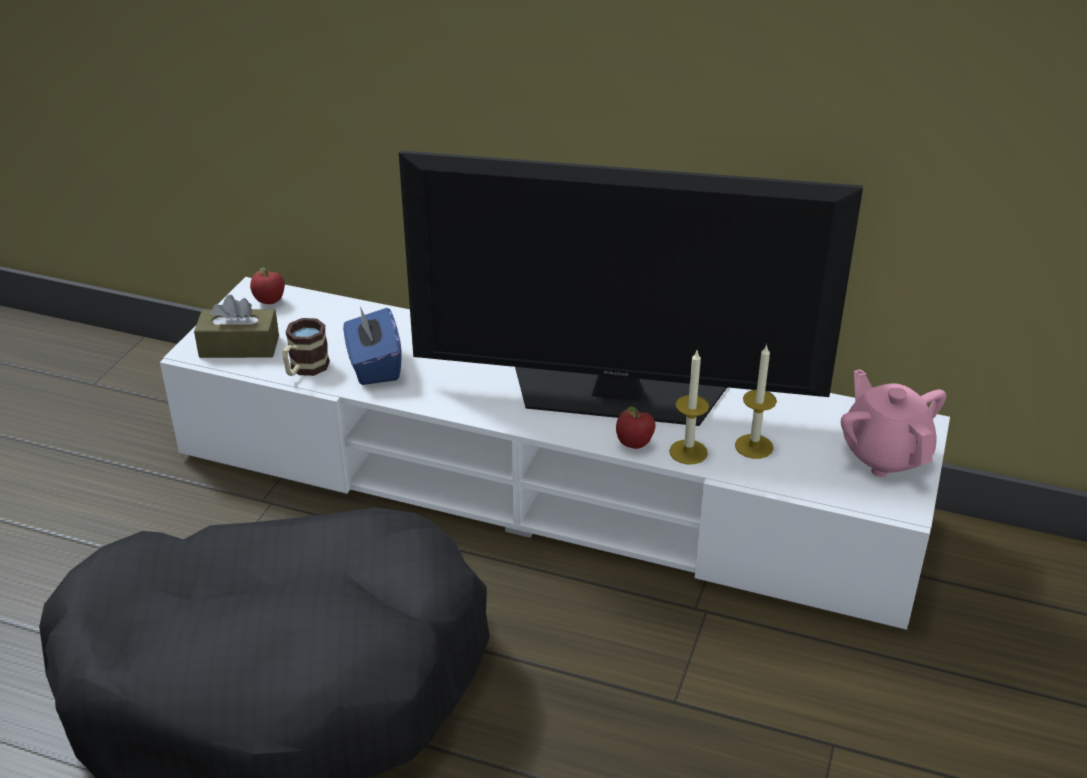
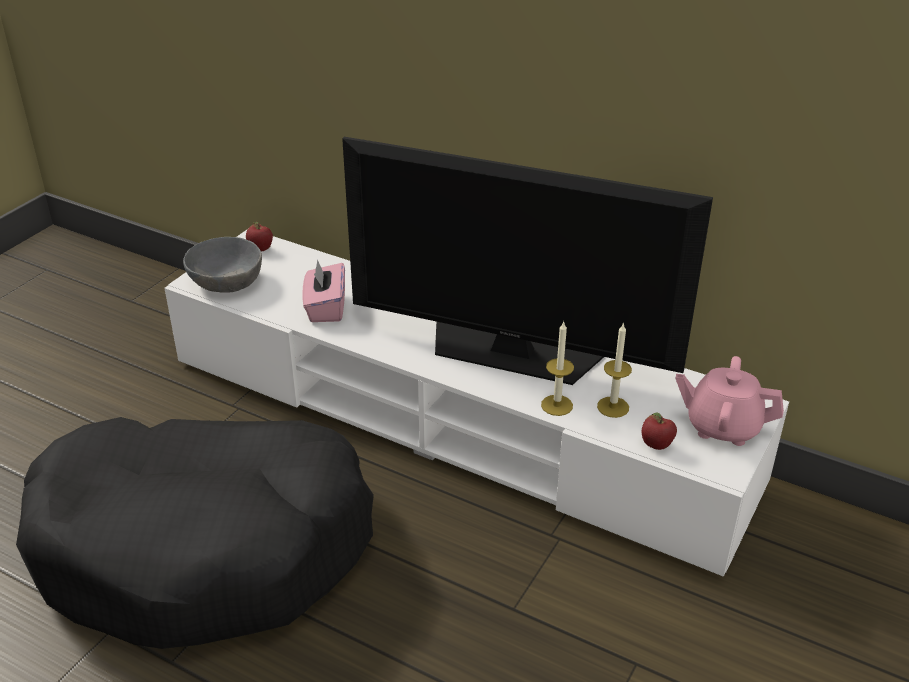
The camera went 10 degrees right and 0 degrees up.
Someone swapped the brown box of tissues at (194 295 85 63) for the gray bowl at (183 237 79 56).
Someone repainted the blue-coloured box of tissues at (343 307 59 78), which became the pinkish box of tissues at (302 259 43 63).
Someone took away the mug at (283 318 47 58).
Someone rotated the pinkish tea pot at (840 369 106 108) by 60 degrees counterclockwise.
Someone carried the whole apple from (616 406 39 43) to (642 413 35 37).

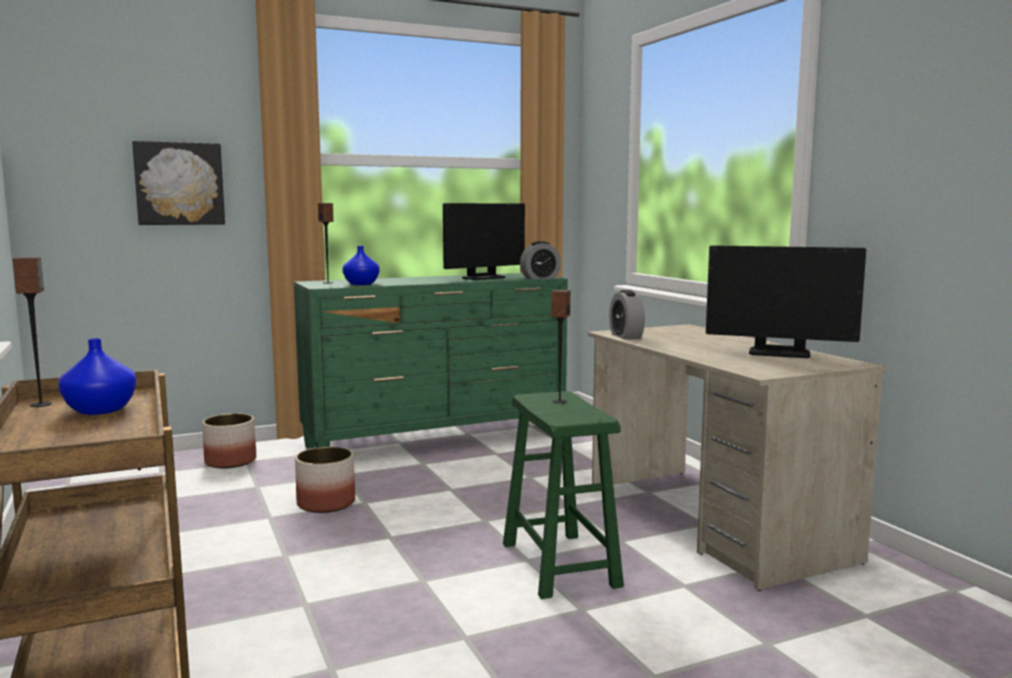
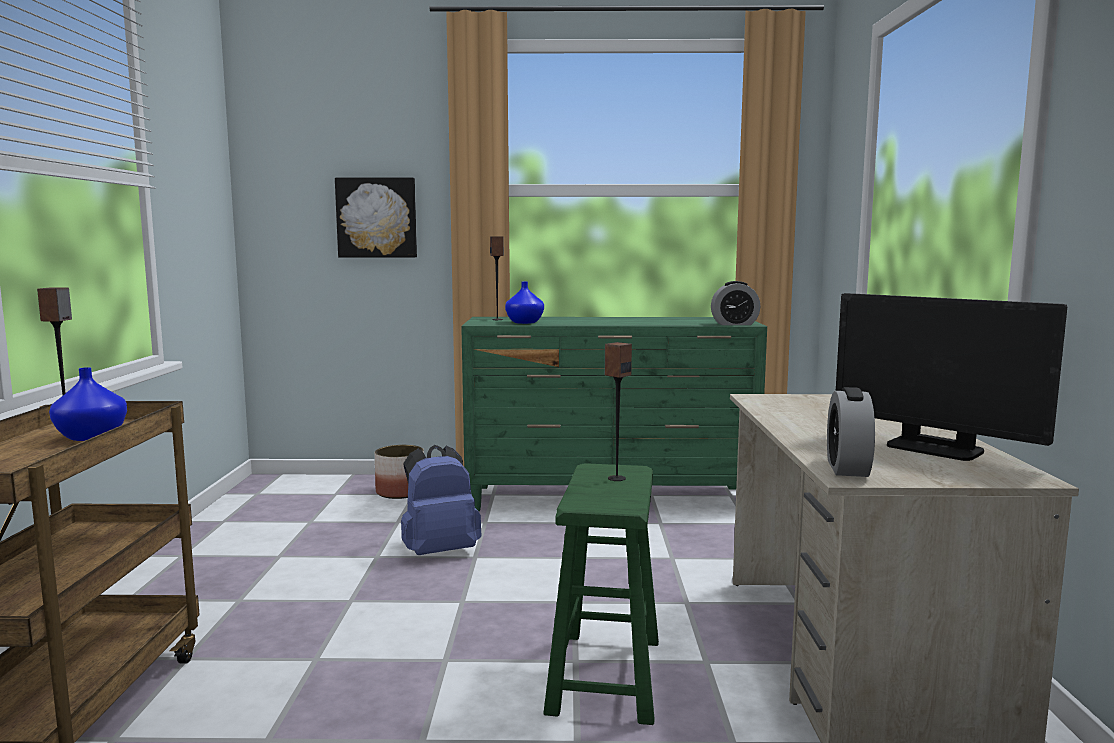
The camera went 25 degrees right and 0 degrees up.
Someone took away the computer display at (443 203 82 77).
Someone carried the table clock from (609 290 36 49) to (827 387 48 90).
Someone swapped the plant pot at (295 447 60 66) for the blue-coloured backpack at (401 445 81 110).

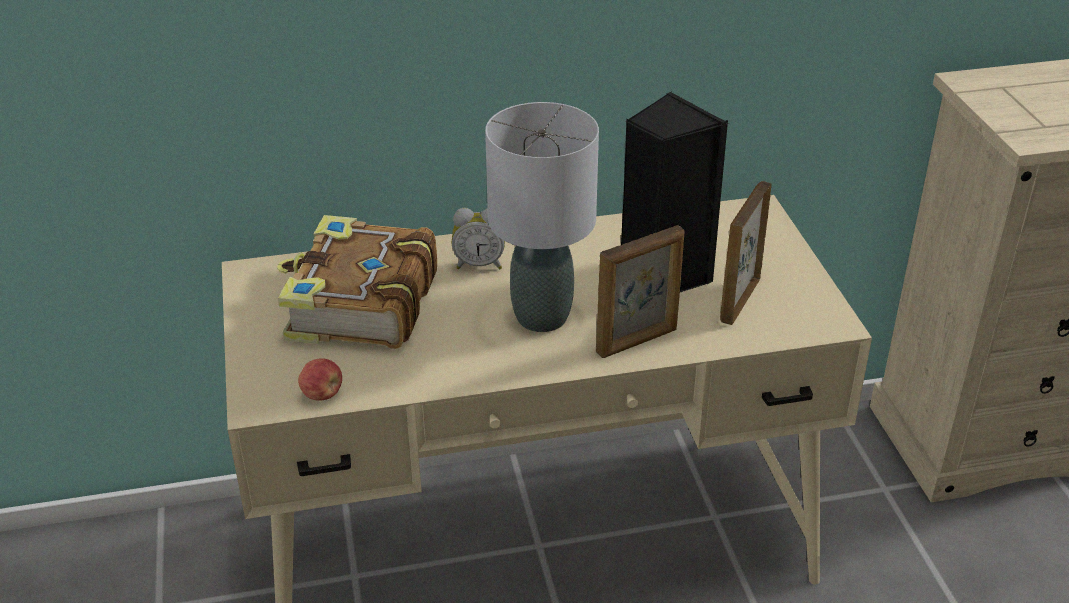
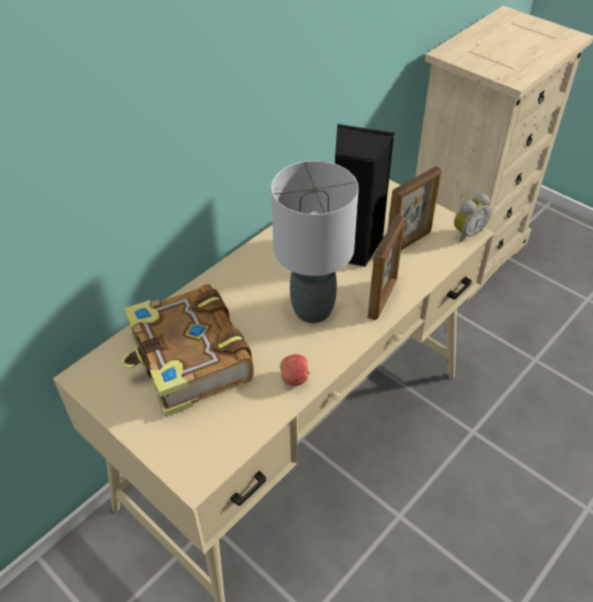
The camera went 35 degrees left and 10 degrees up.
Someone rotated the picture frame at (720 181 52 144) by 120 degrees counterclockwise.
Someone carried the table clock from (451 208 54 61) to (454 193 37 49).
Someone carried the whole apple from (298 358 44 43) to (280 354 30 32).

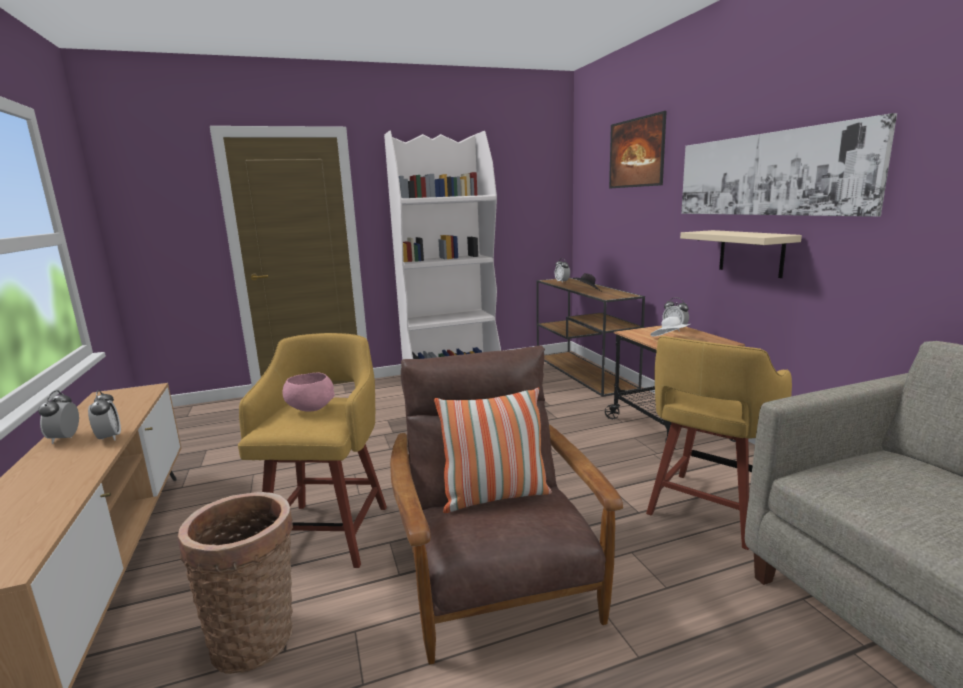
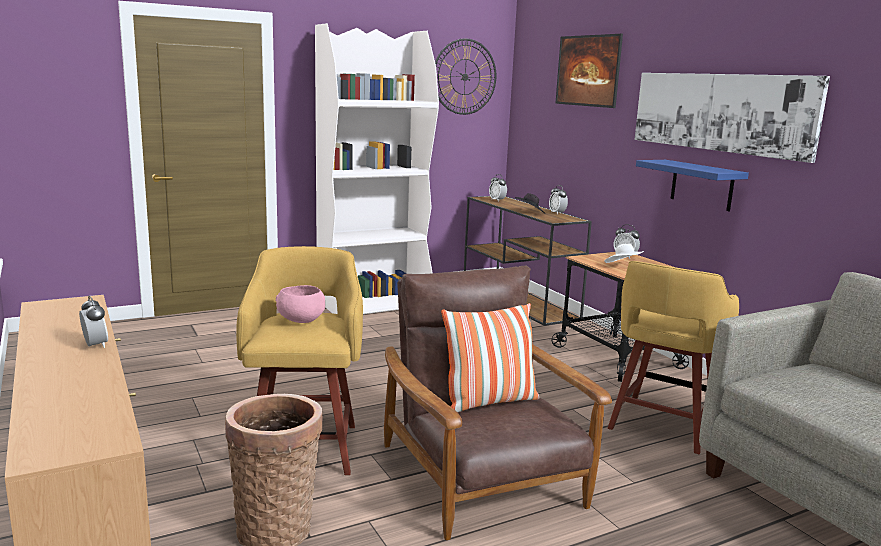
The camera went 10 degrees left and 0 degrees up.
Someone repainted the sand-coloured shelf at (680 230 122 48), which became the blue-coloured shelf at (636 160 113 51).
Someone carried the table clock from (38 390 41 54) to (549 185 19 30).
Someone put up the clock on the wall at (435 38 61 77).

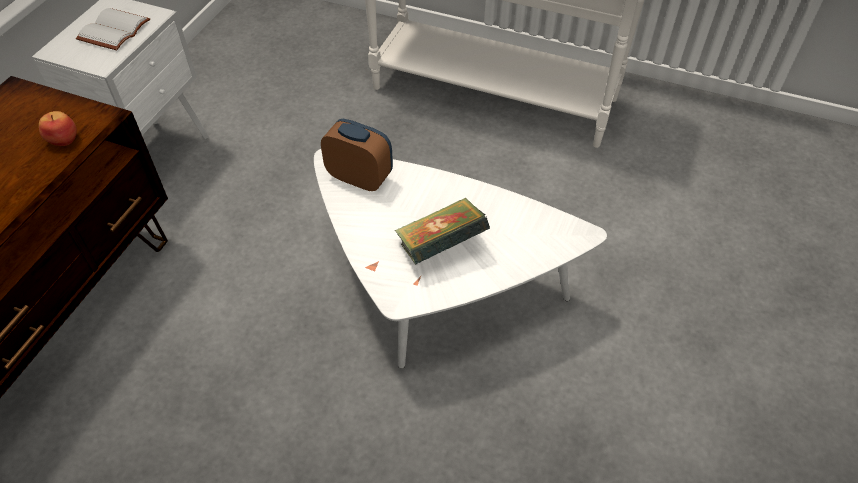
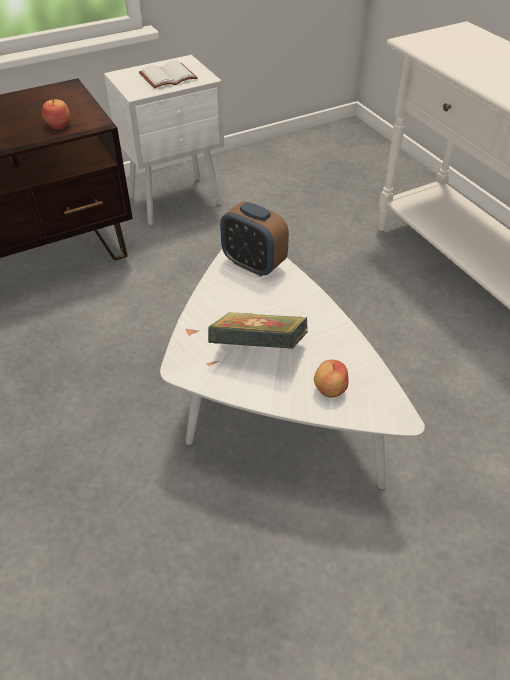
The camera went 40 degrees right and 5 degrees down.
Someone rotated the table clock at (321 119 72 72) by 150 degrees clockwise.
Someone put down the whole apple at (314 360 34 37).

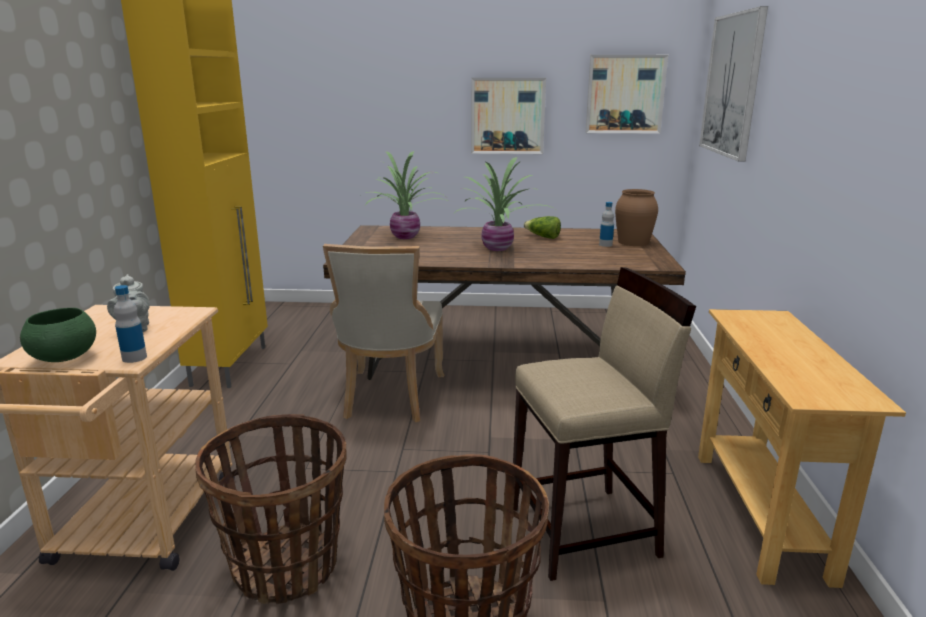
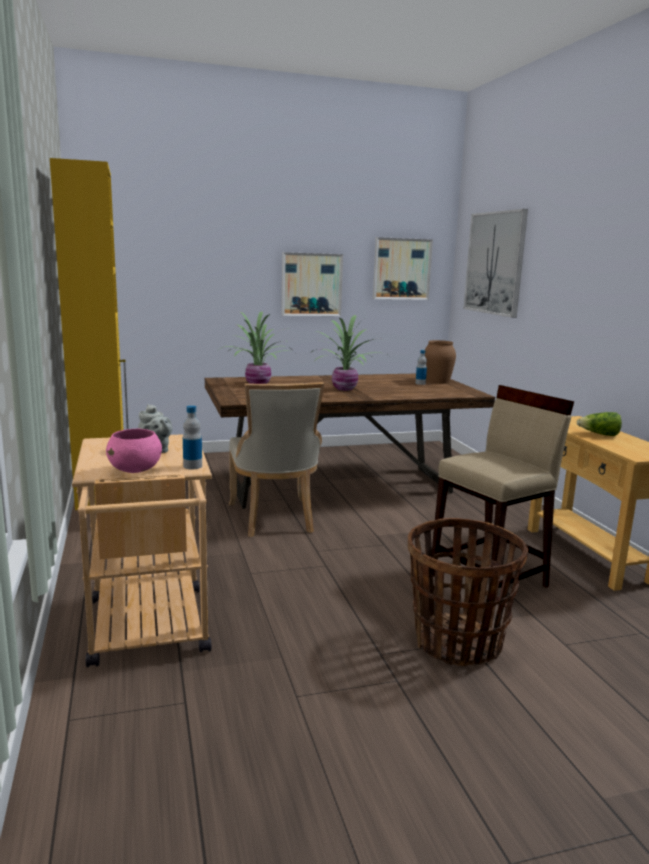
The camera went 20 degrees left and 5 degrees down.
Someone carried the lettuce head from (524 216 37 23) to (577 412 45 24).
Someone repainted the green-coloured bowl at (20 308 76 54), which became the pinkish bowl at (106 428 56 45).
Someone took away the basket at (195 414 152 190).

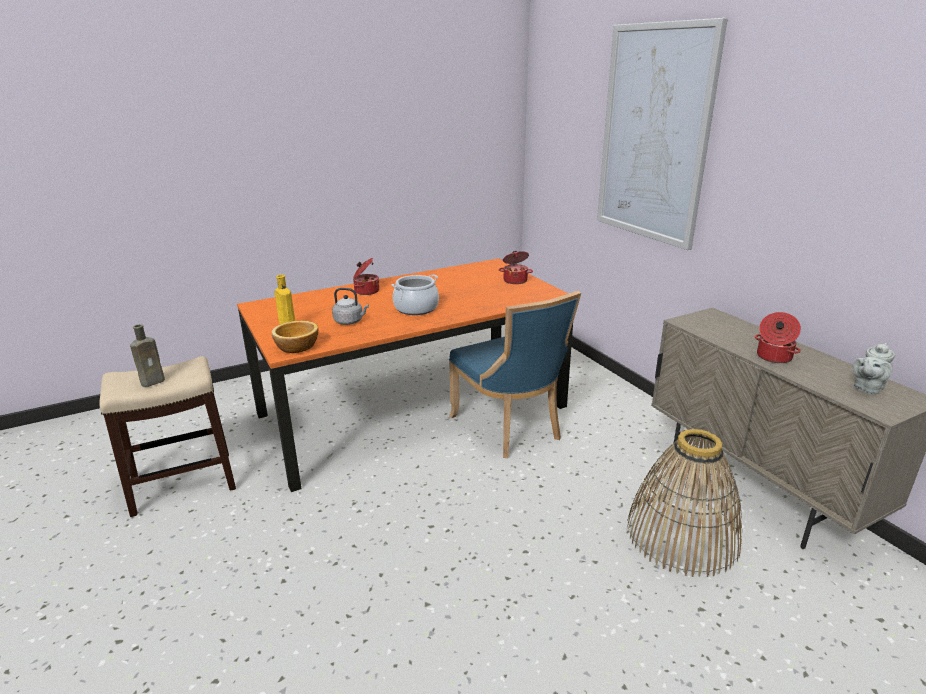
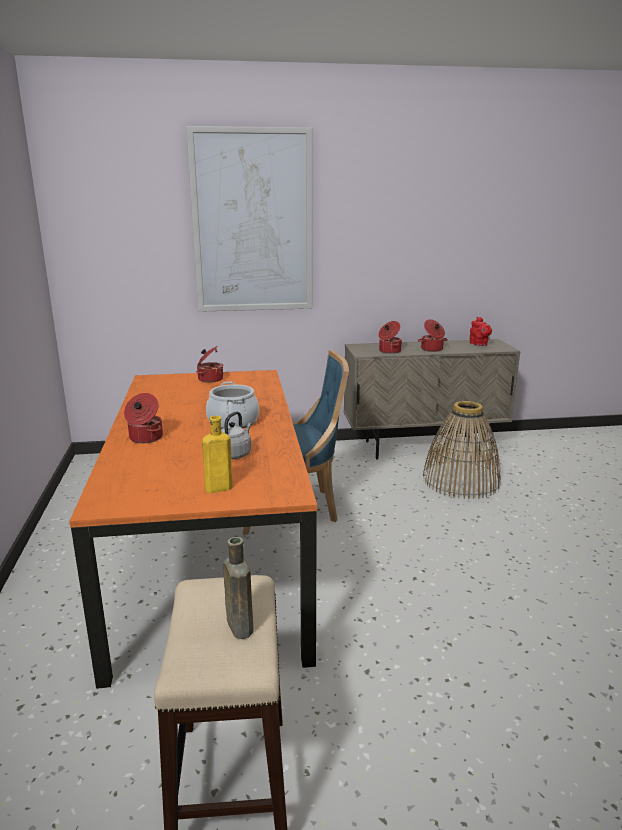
The camera went 70 degrees left and 5 degrees down.
Someone took away the bowl at (272 321 46 32).
Someone repainted the gray tea pot at (853 343 42 52), which became the reddish tea pot at (470 317 22 29).
Someone put down the cooking pot at (378 321 24 33).

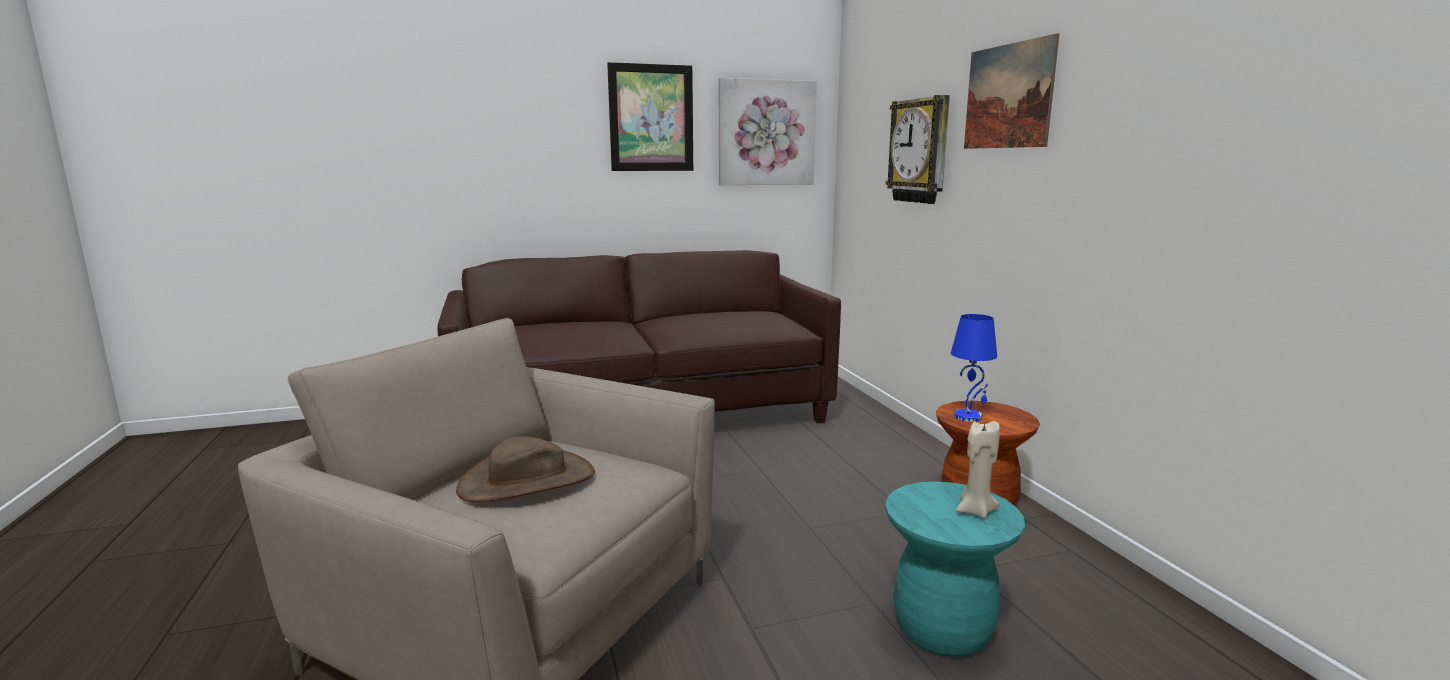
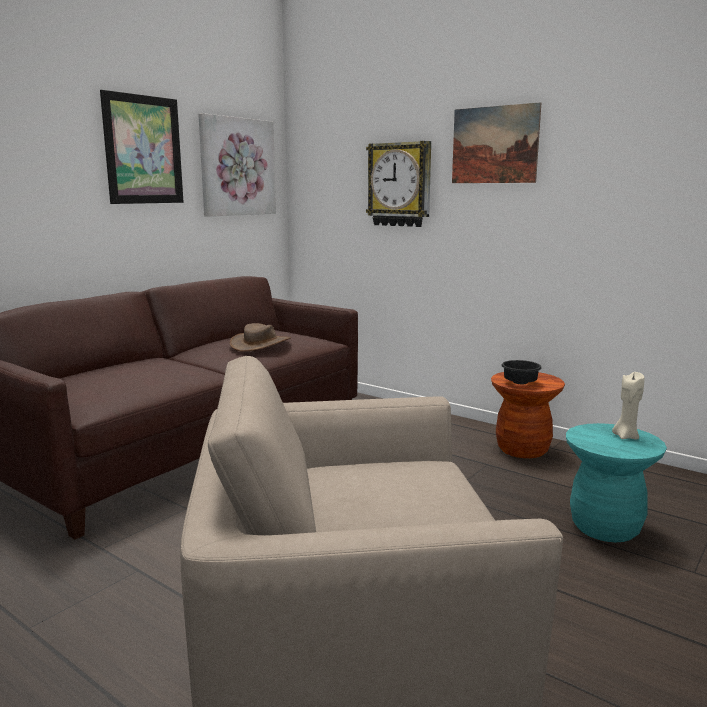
The camera went 35 degrees left and 0 degrees up.
Someone swapped the blue-coloured lamp for a table at (951 314 46 108) for the black bowl at (501 360 41 24).
Someone carried the brown wearable hat from (456 436 139 66) to (230 323 61 29).

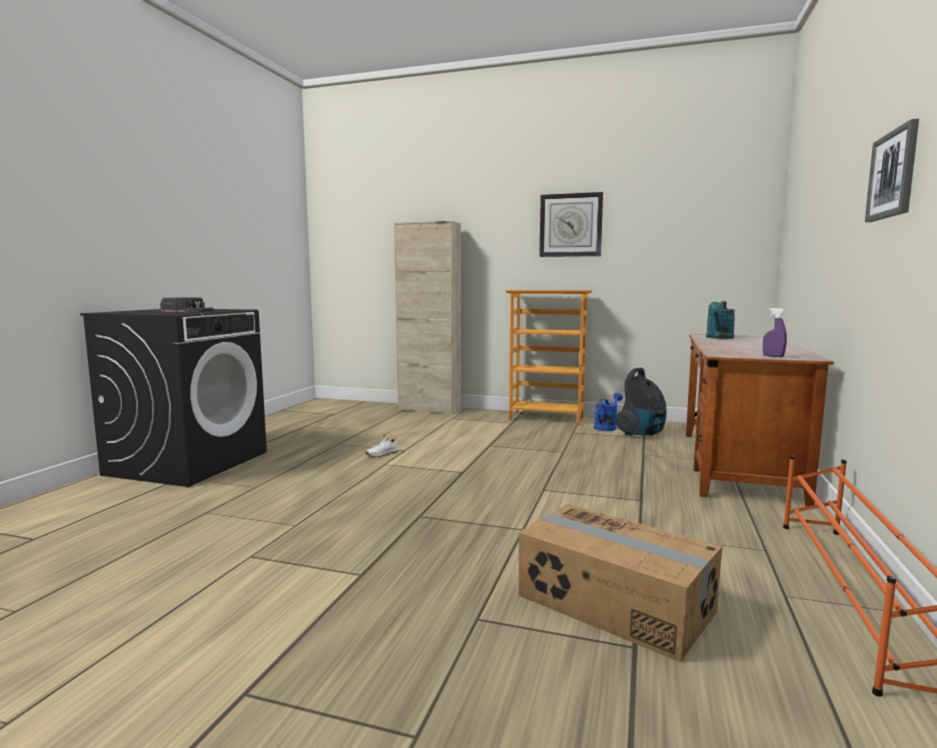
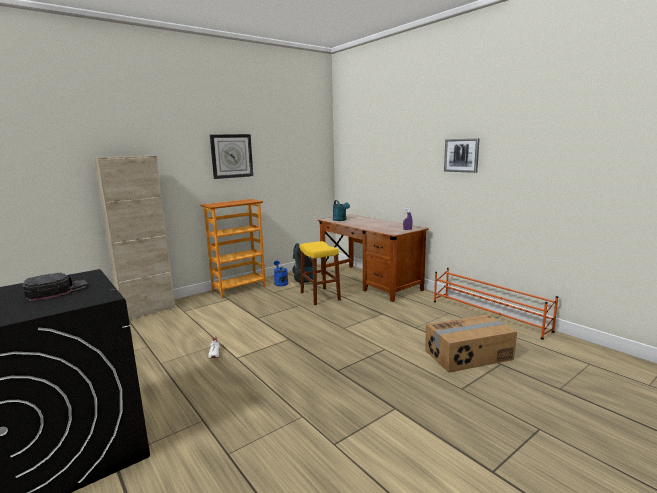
The camera went 55 degrees left and 5 degrees up.
Someone put down the yellow-coloured stool at (300 241 41 64).

